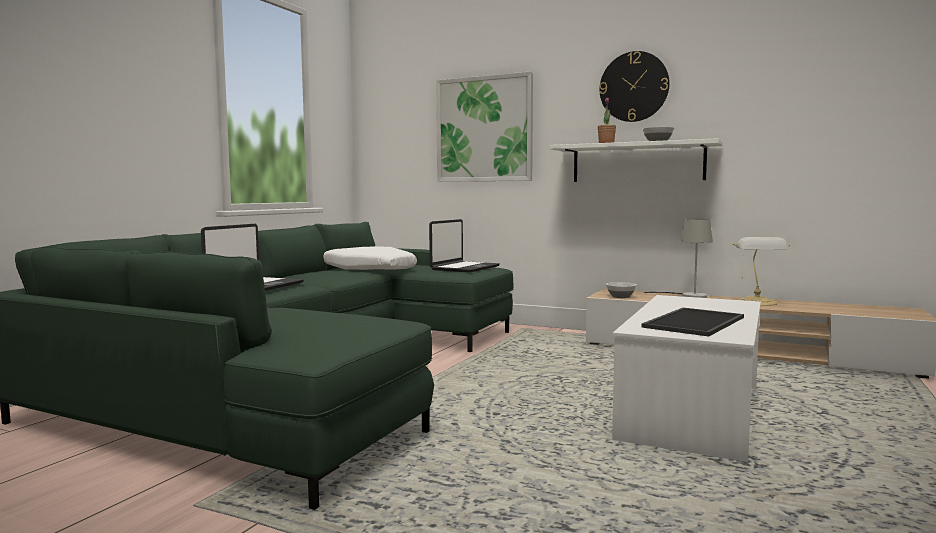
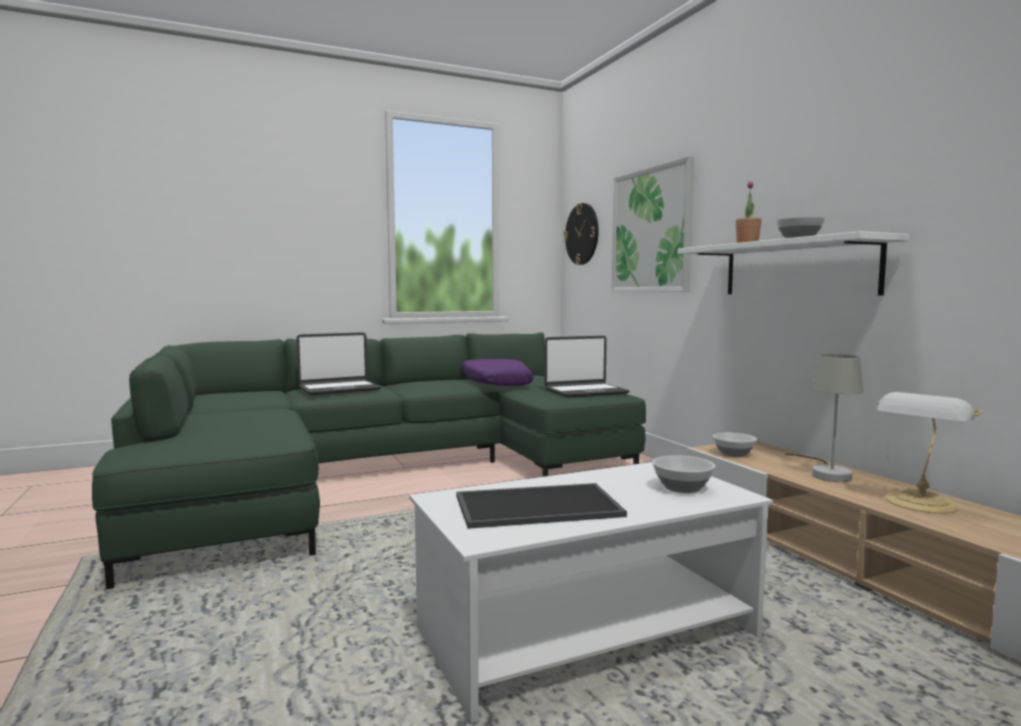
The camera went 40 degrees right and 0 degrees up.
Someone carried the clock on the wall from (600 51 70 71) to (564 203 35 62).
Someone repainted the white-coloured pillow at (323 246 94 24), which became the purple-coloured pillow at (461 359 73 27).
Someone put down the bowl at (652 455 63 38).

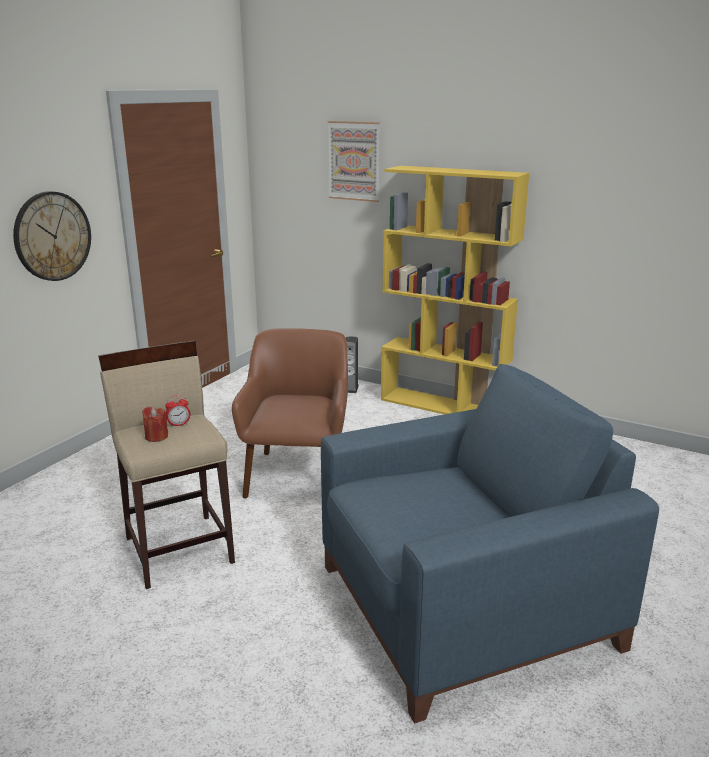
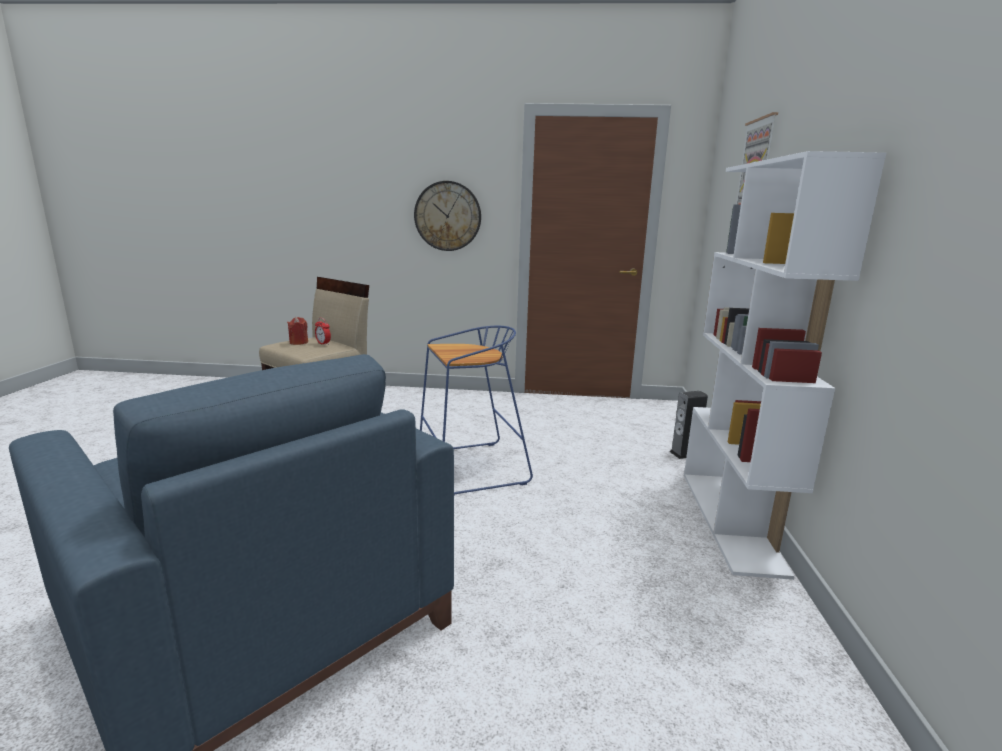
The camera went 65 degrees right and 5 degrees down.
Someone repainted the yellow-coloured bookshelf at (381 166 149 248), which became the white-coloured bookshelf at (684 151 202 429).
Someone swapped the brown lounge chair at (232 329 116 170) for the blue-coloured stool at (420 326 113 170).

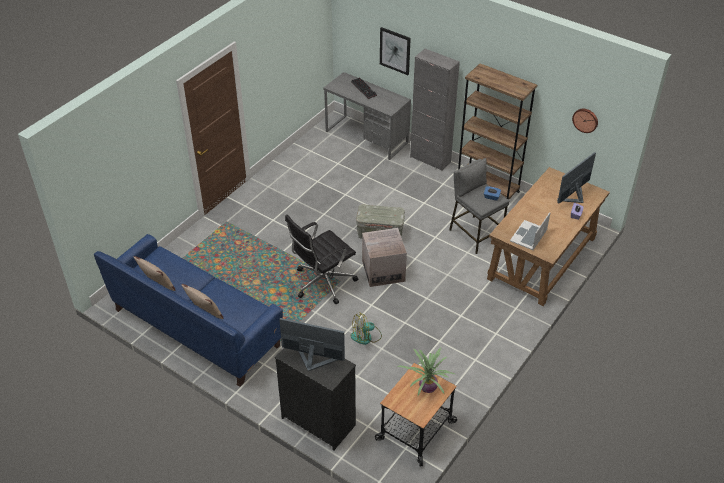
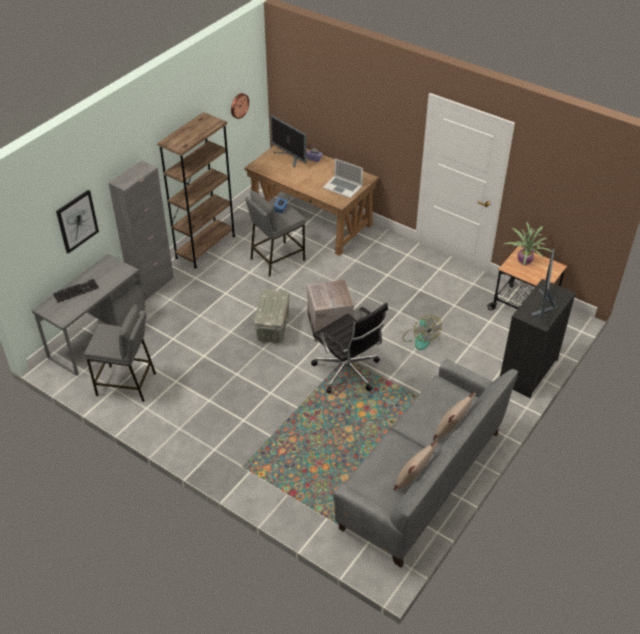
The camera went 90 degrees left and 0 degrees up.
Someone repainted the blue-coloured settee at (94 234 189 153), which became the gray settee at (333 359 185 209).
Someone put down the gray stool at (84 304 72 98).

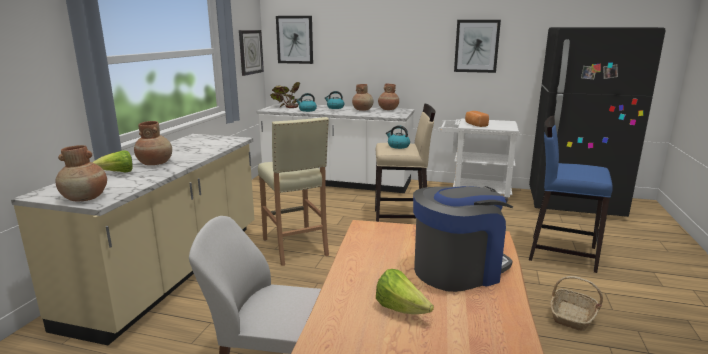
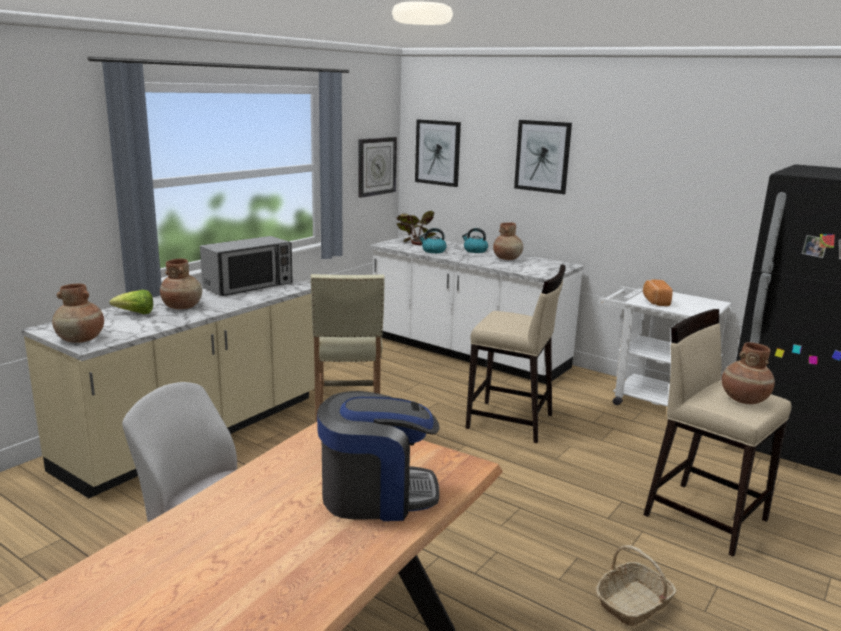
The camera went 20 degrees right and 0 degrees up.
Someone carried the wall art from (454 20 47 53) to (514 120 58 74).
Someone carried the brown flower vase from (378 83 21 27) to (722 342 53 62).
Someone repainted the blue-coloured stool at (529 116 84 157), which became the sand-coloured stool at (643 309 148 248).
Someone took away the kettle at (386 125 24 24).
Someone took away the lettuce head at (376 269 58 45).
Someone put down the microwave at (200 236 93 60).

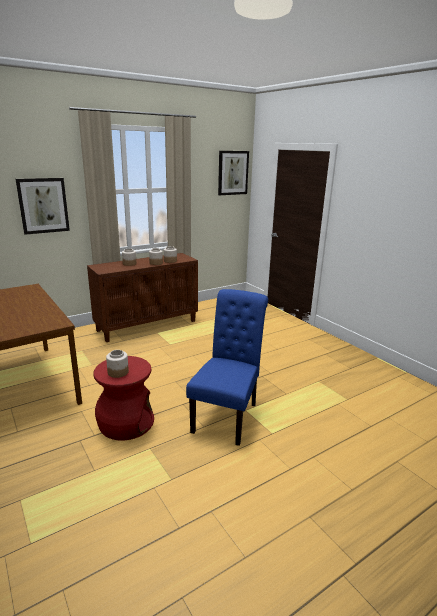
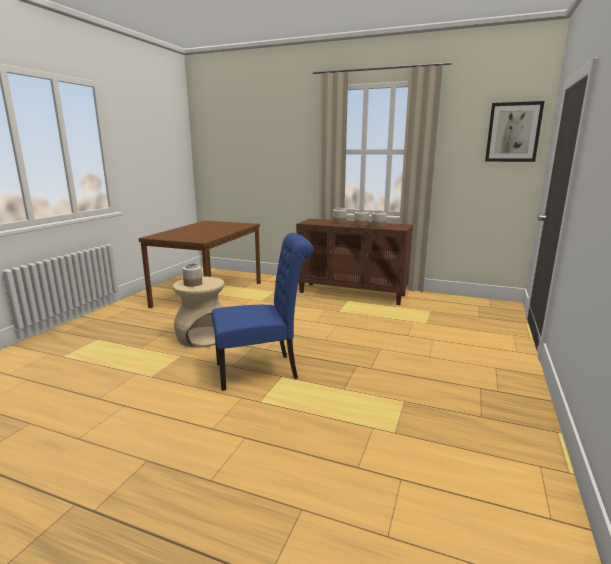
The camera went 55 degrees right and 5 degrees down.
Someone took away the wall art at (16 178 54 57).
Someone repainted the reddish stool at (93 356 61 85), which became the sand-coloured stool at (173 277 52 71).

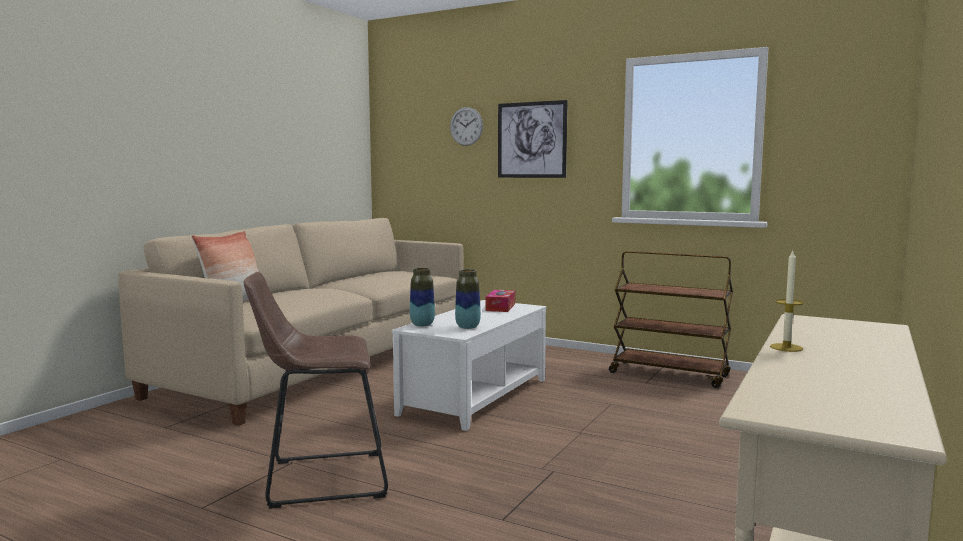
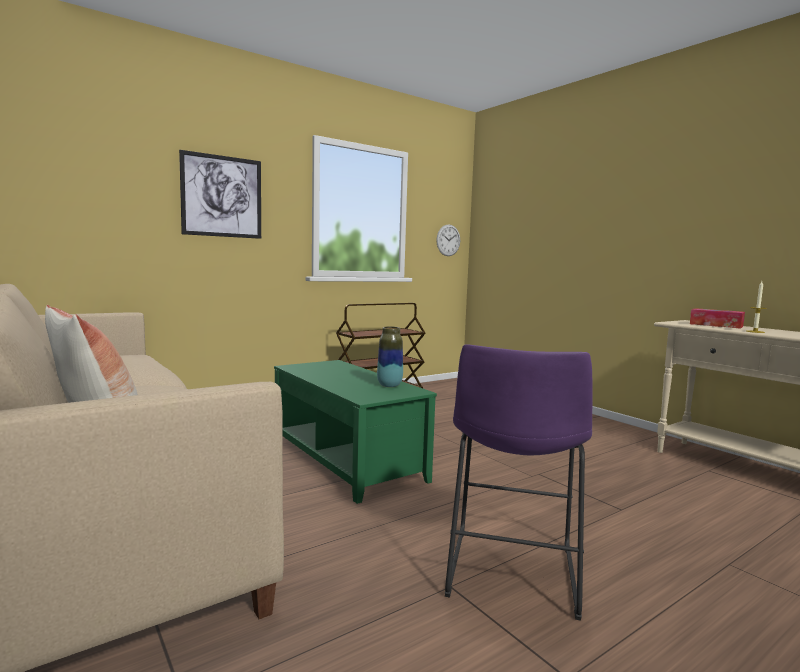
The camera went 65 degrees left and 0 degrees up.
Someone carried the clock on the wall from (450 107 33 39) to (436 224 24 32).
Someone took away the flower vase at (410 268 25 59).
Someone repainted the brown stool at (244 272 144 237), which became the purple-coloured stool at (445 344 148 277).
Someone carried the box of tissues from (486 290 29 22) to (690 308 55 21).
Someone repainted the white-coloured lounge table at (392 300 154 131), which became the green-coloured lounge table at (274 360 163 144).

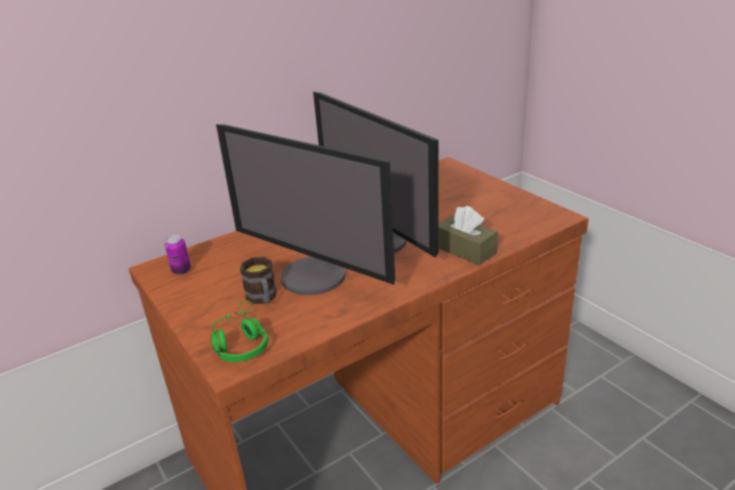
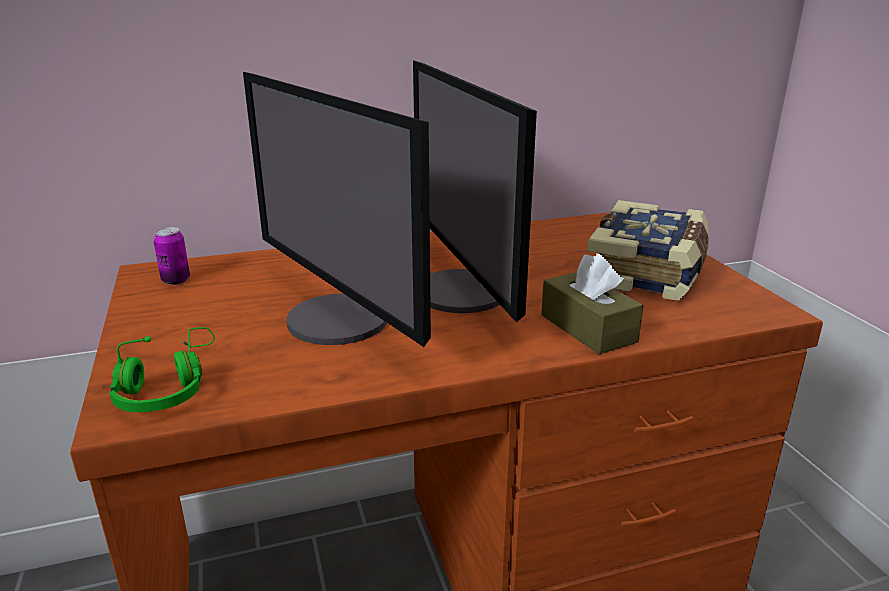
The camera went 15 degrees right and 5 degrees down.
Someone took away the mug at (240 257 37 47).
Someone put down the bound book at (587 200 122 101).

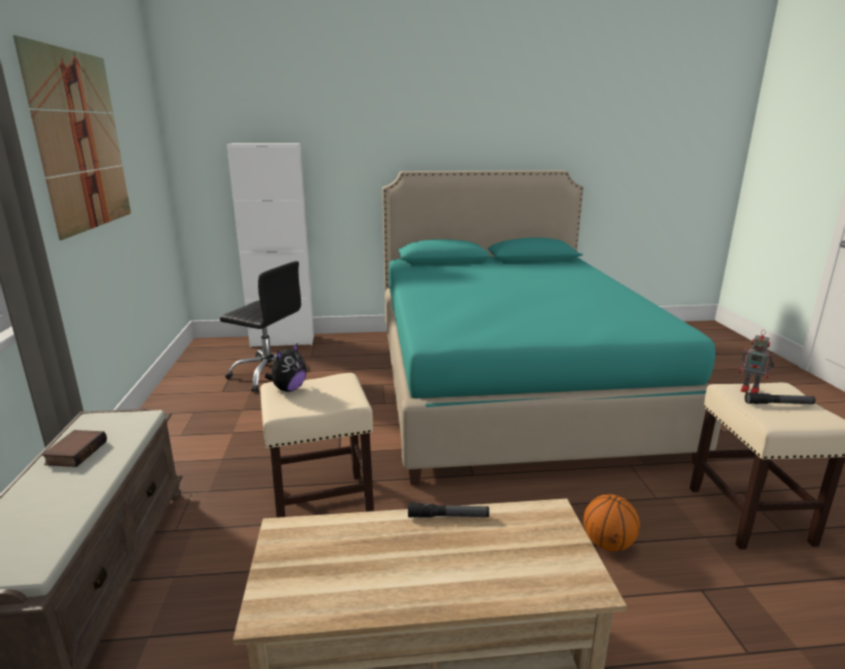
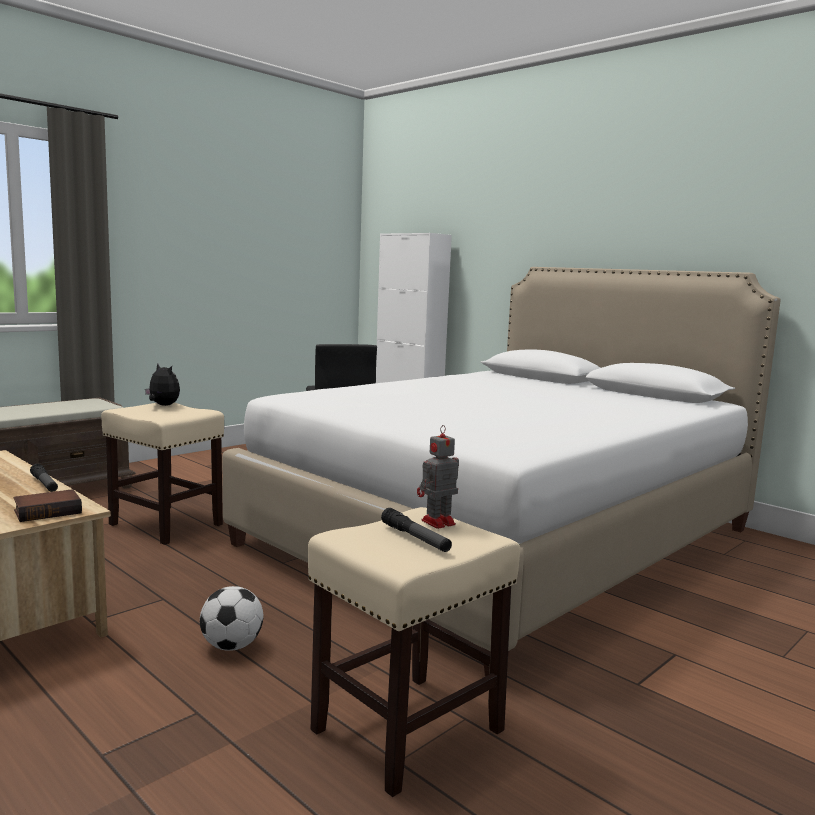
The camera went 50 degrees right and 10 degrees down.
Someone took away the wall art at (13 35 118 205).
Someone repainted the blue-green bed at (382 170 339 315), which became the white-coloured bed at (222 267 559 409).
Someone rotated the model robot at (739 330 36 63) by 60 degrees clockwise.
Someone rotated the plush toy at (265 342 42 50) by 135 degrees counterclockwise.
Someone carried the bound book from (42 430 65 37) to (13 489 69 33).
Someone swapped the ball for basketball at (583 494 57 58) for the football at (200 586 63 65).

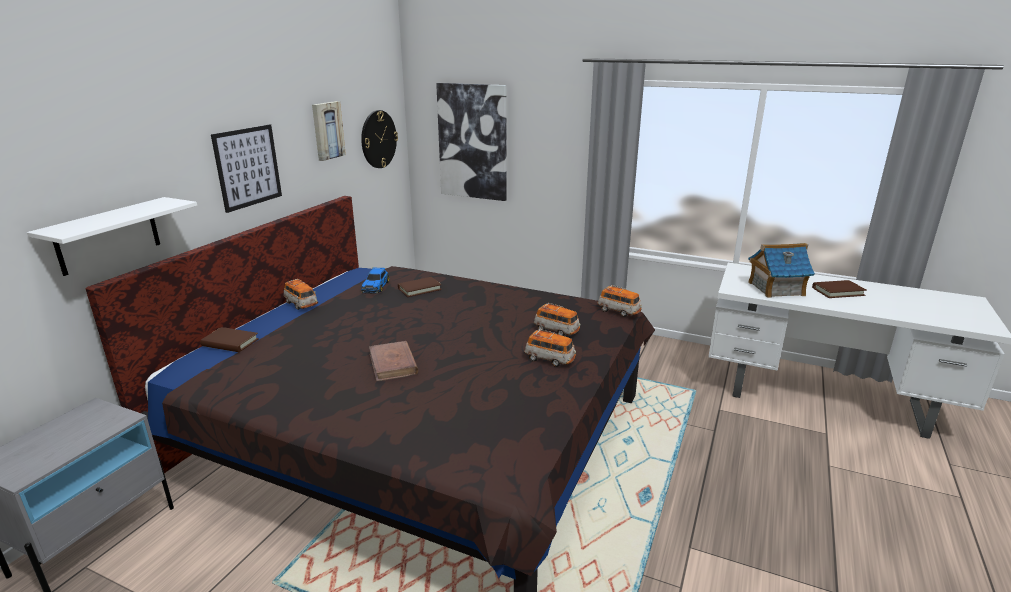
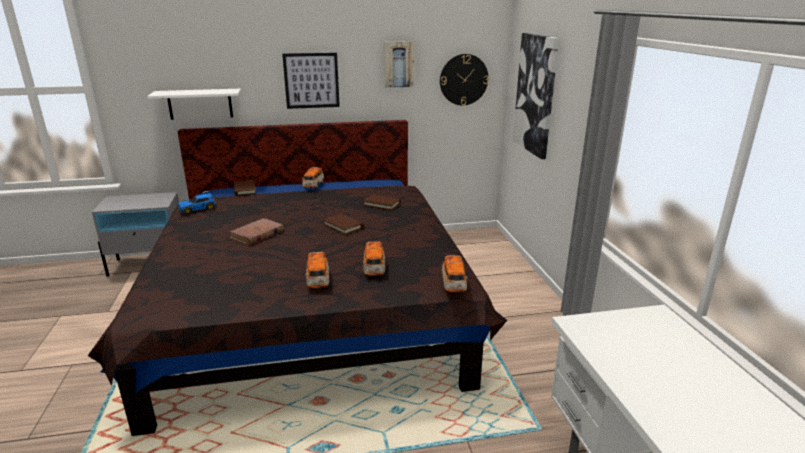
The camera went 55 degrees right and 0 degrees up.
Someone took away the toy house at (748 243 67 55).
Someone carried the toy car from (361 268 28 26) to (177 193 39 21).
Someone carried the brown bound book from (812 280 55 18) to (323 214 41 21).

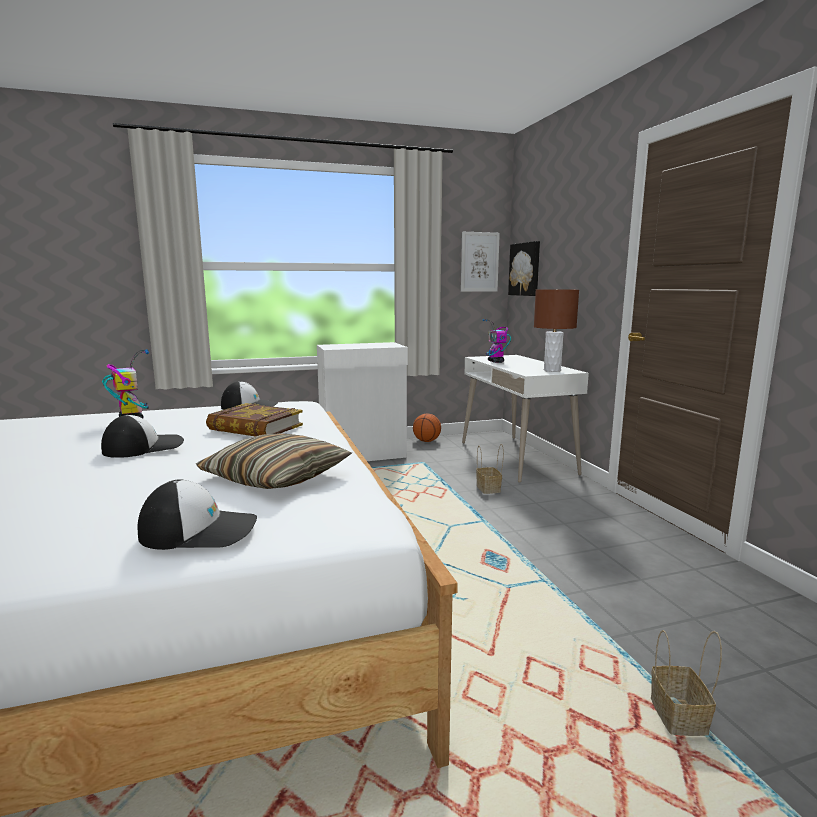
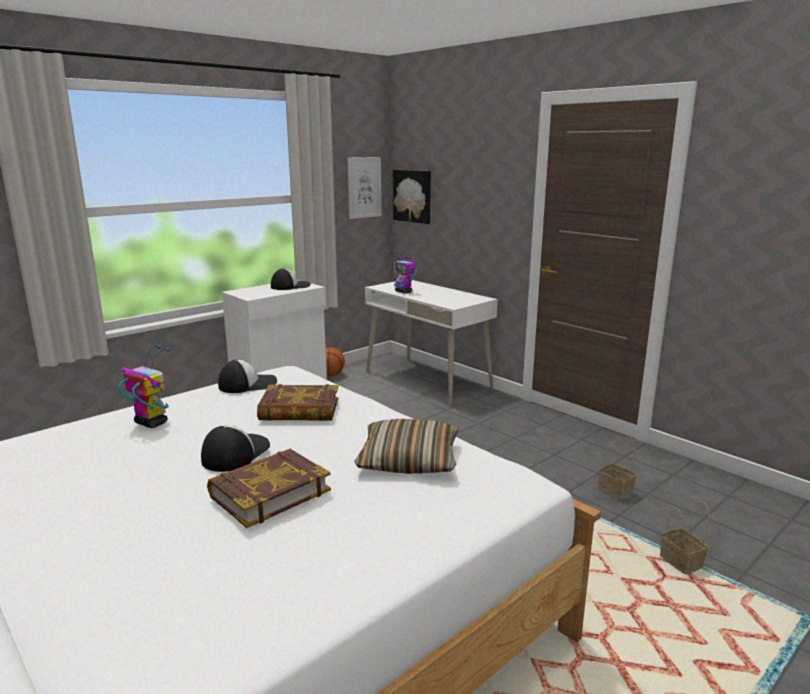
The camera went 25 degrees left and 5 degrees up.
Someone took away the brown lamp for a table at (534 289 45 83).
Someone carried the basket from (476 444 28 50) to (598 438 38 62).
Someone carried the peaked cap from (138 479 119 71) to (271 268 40 22).
Someone put down the bound book at (207 449 124 79).

